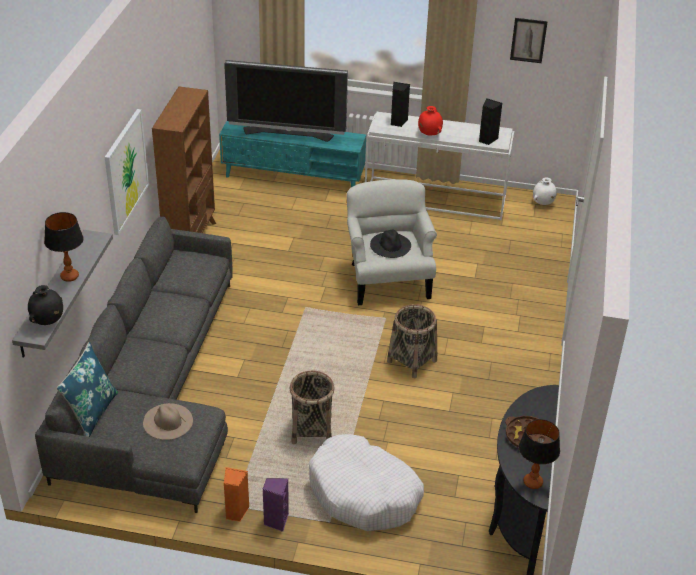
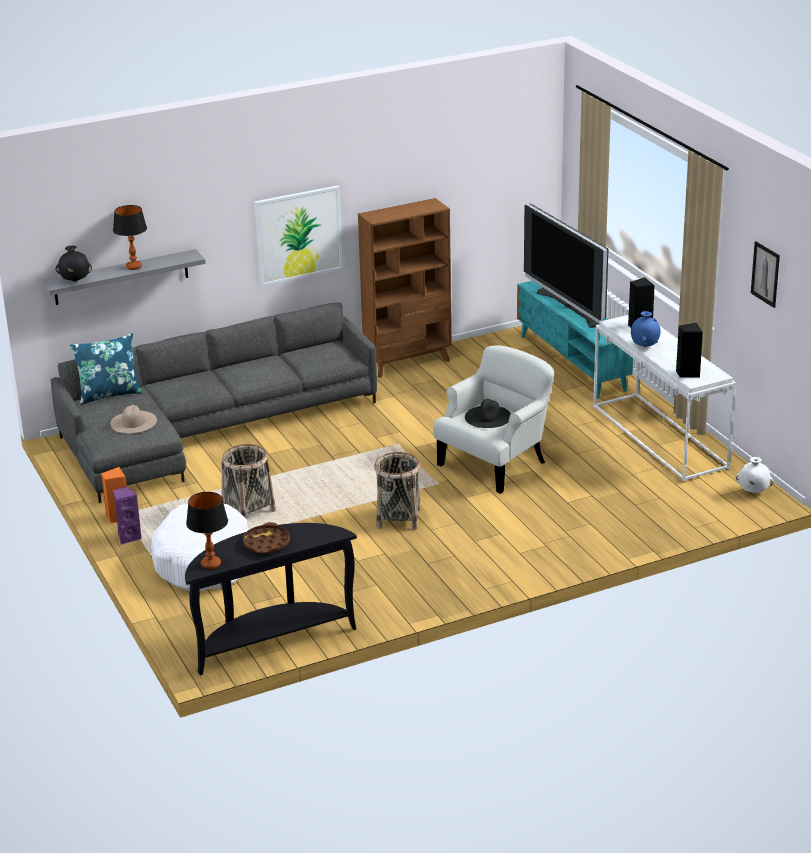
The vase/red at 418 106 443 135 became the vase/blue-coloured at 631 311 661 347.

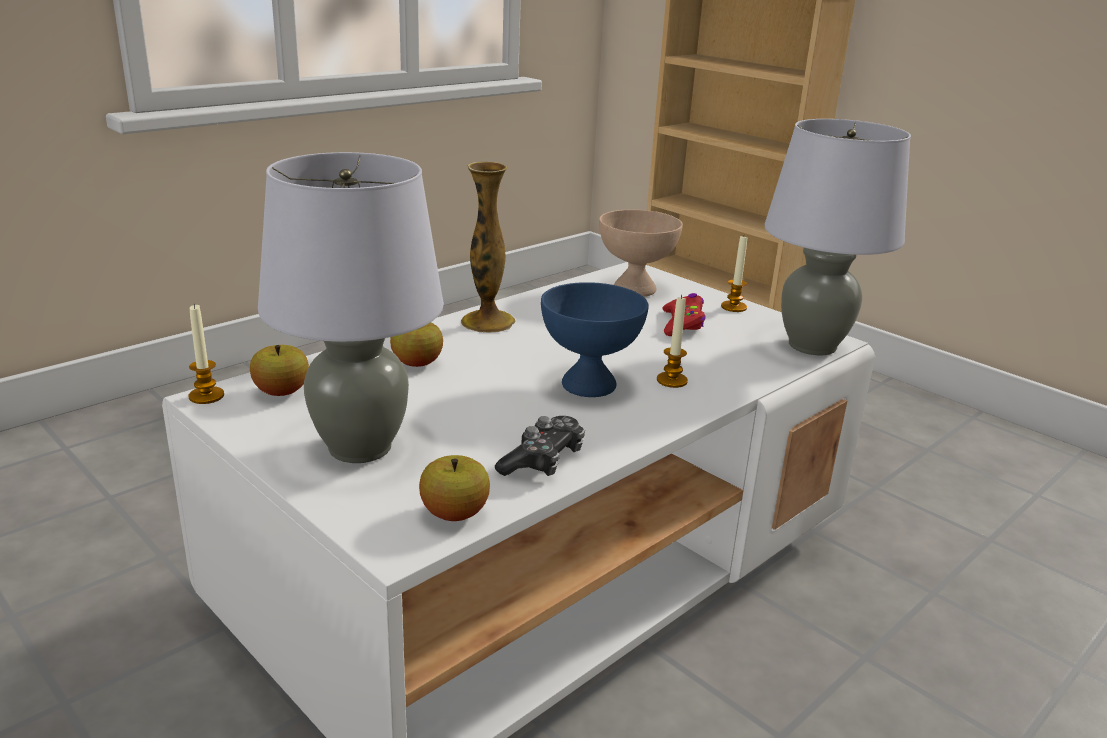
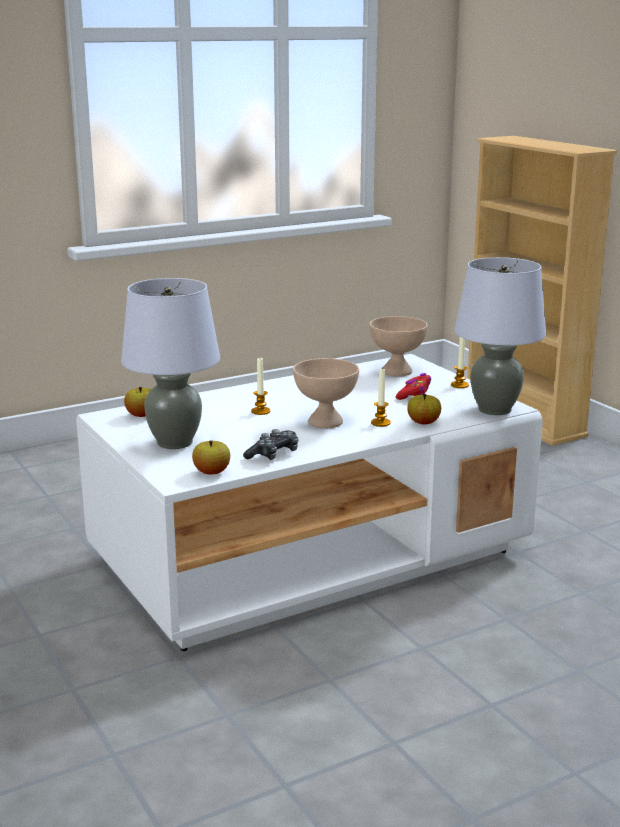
The wax candle moved from 189 304 224 404 to 251 358 271 415.
The bowl/blue-coloured at 541 282 648 397 became the bowl/beige at 293 358 359 428.
The apple fruit moved from 390 322 443 367 to 407 394 441 425.
The vase at 461 162 515 333 disappeared.

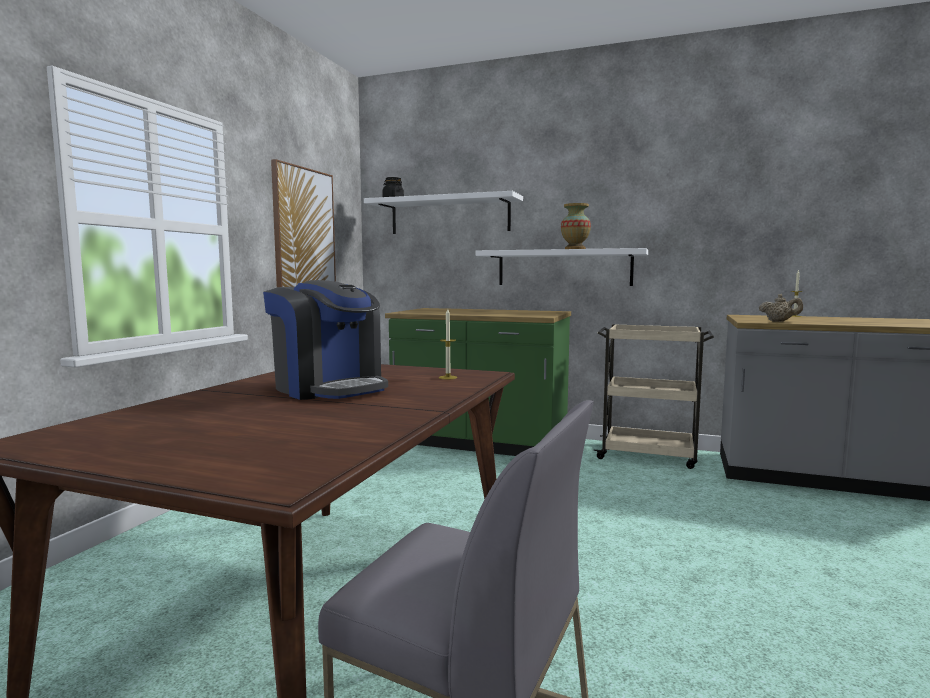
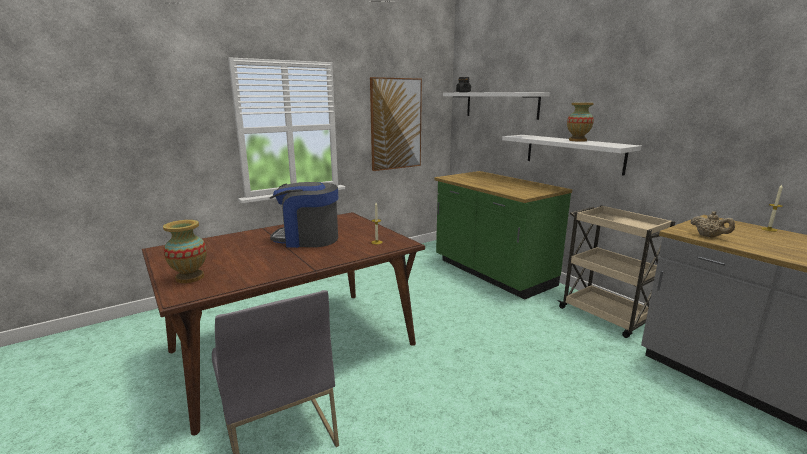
The vase at 163 220 207 283 appeared.
The coffee machine at 263 280 388 400 turned 105 degrees clockwise.

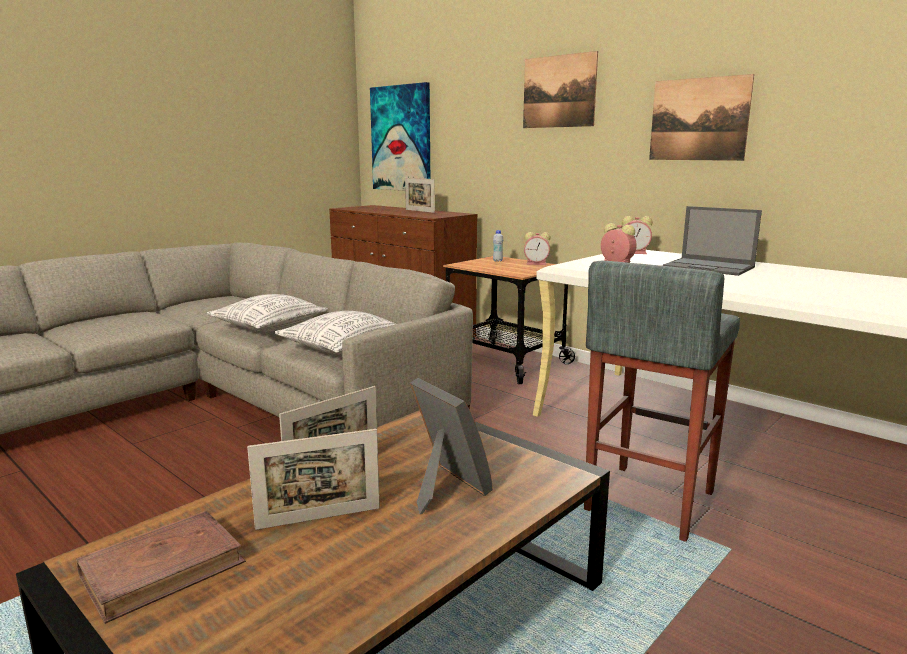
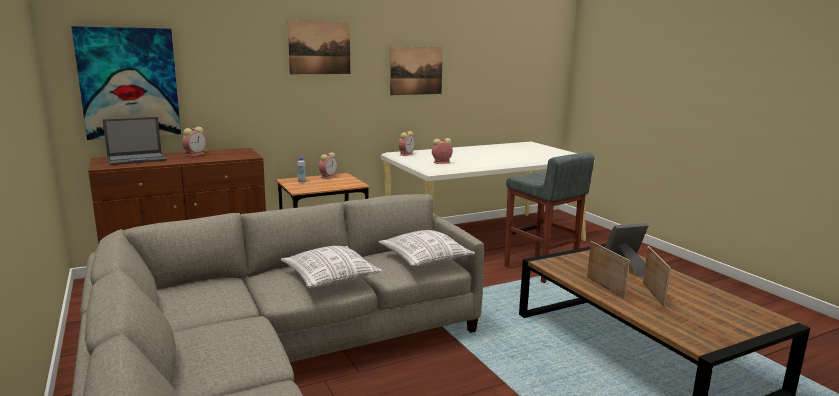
The notebook computer moved from 663 206 762 276 to 103 117 167 165.
The photo frame at 405 178 435 213 was replaced by the alarm clock at 182 127 206 157.
The volume/brown at 76 511 246 624 disappeared.

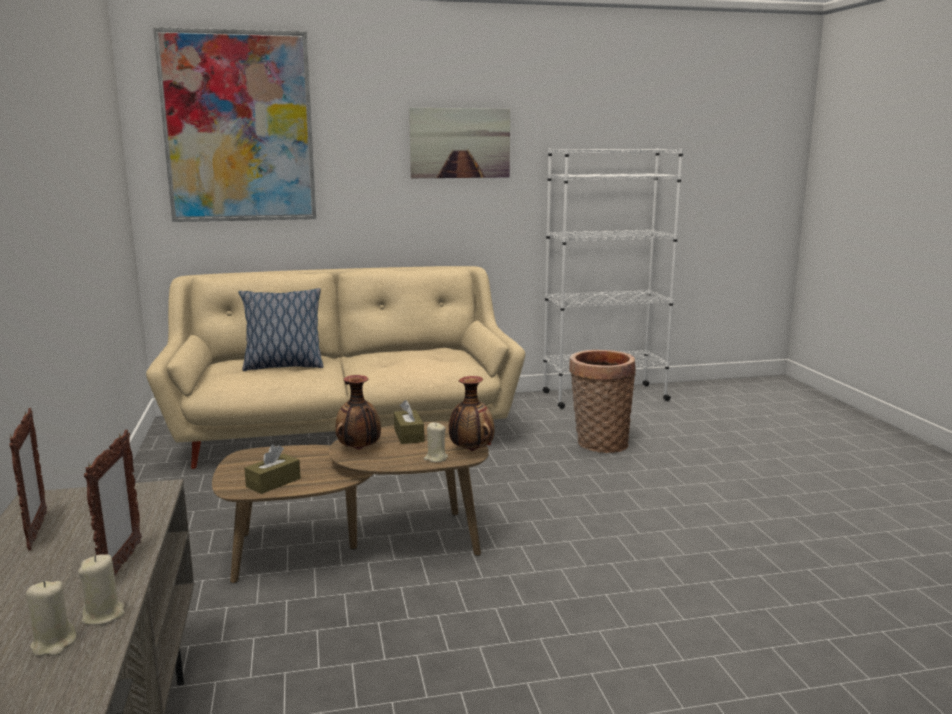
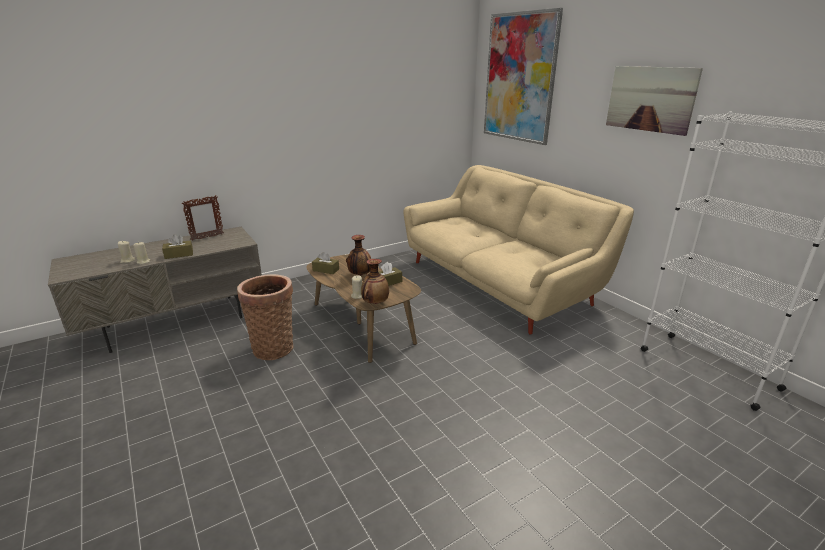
The photo frame at 84 430 142 576 was replaced by the box of tissues/brown at 162 234 193 259.
The basket moved from 569 350 636 453 to 237 274 293 360.
The pillow at 239 288 324 371 disappeared.

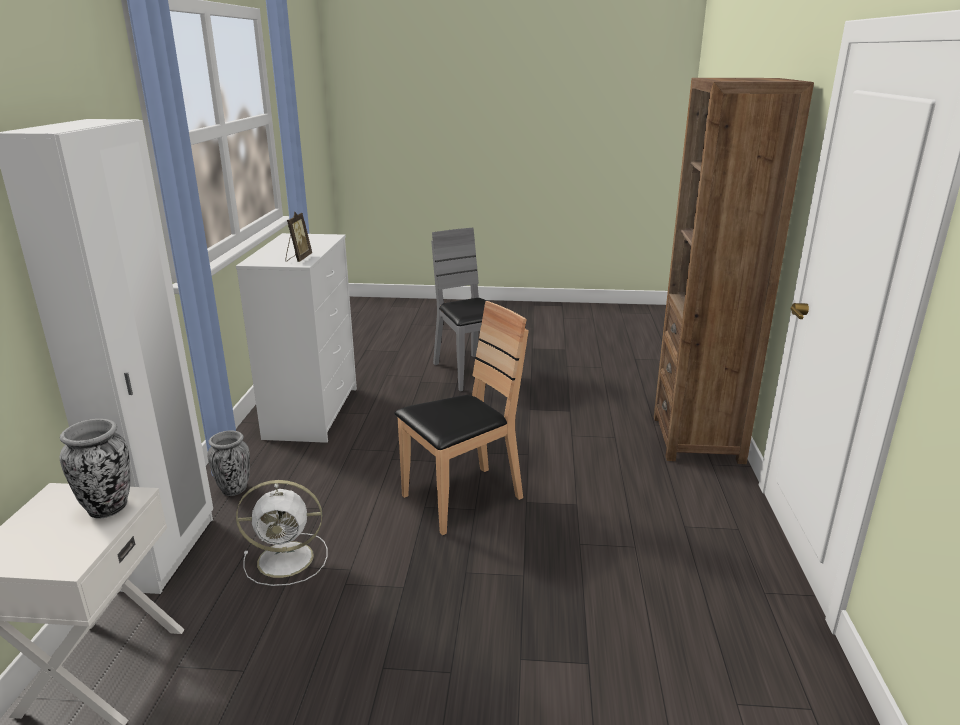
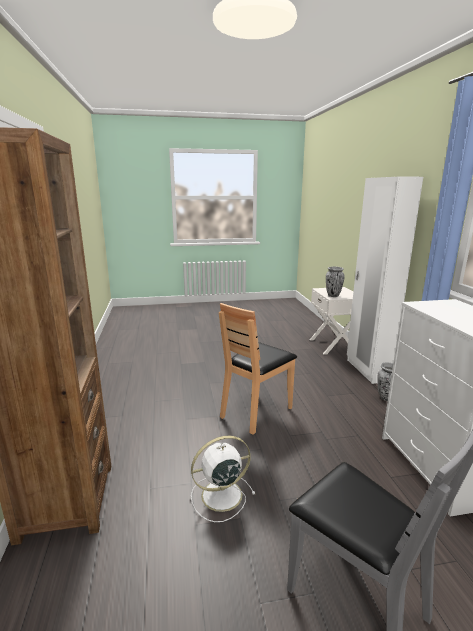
The electric fan/white-coloured moved from 236 480 328 586 to 191 436 255 522.
The photo frame at 285 212 312 262 disappeared.

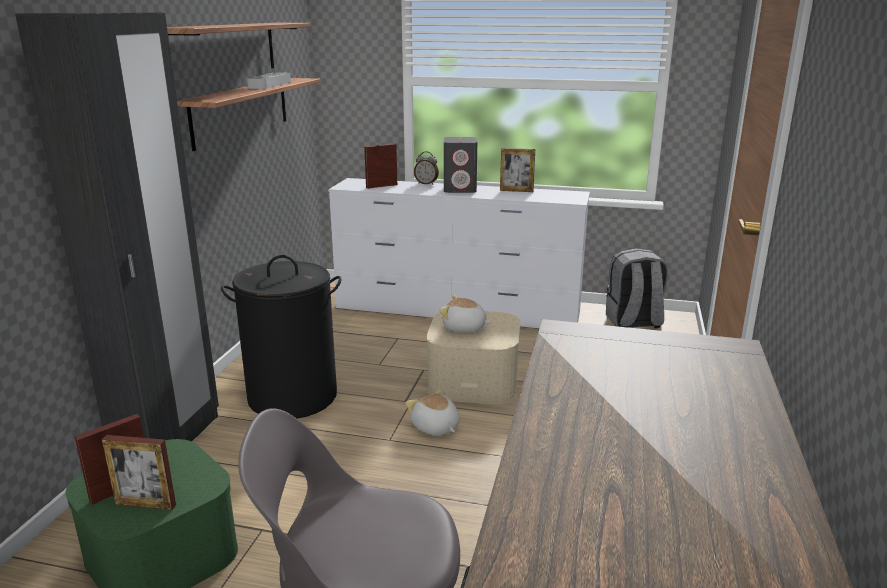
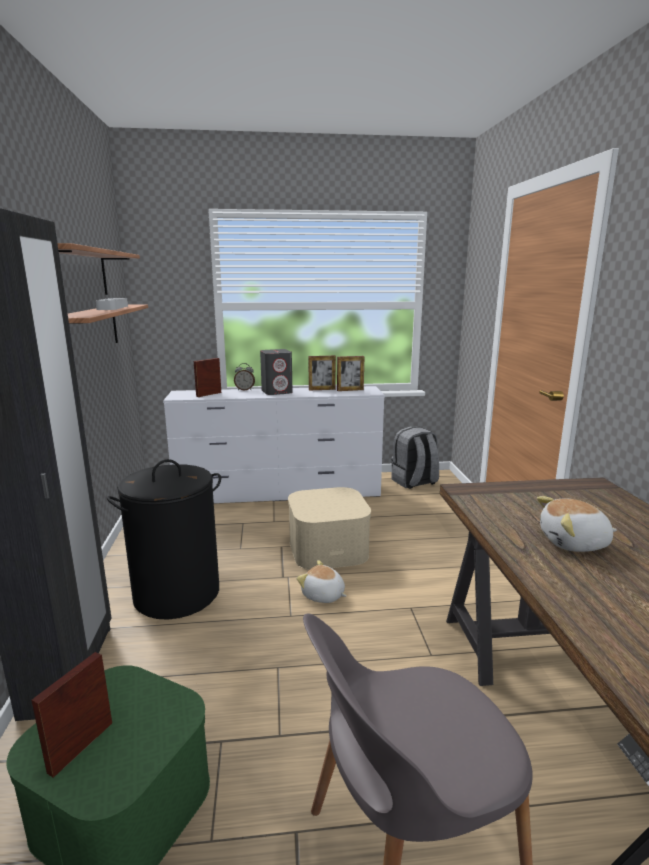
The photo frame moved from 102 435 176 510 to 337 356 364 391.
The plush toy moved from 439 295 491 332 to 537 496 617 552.

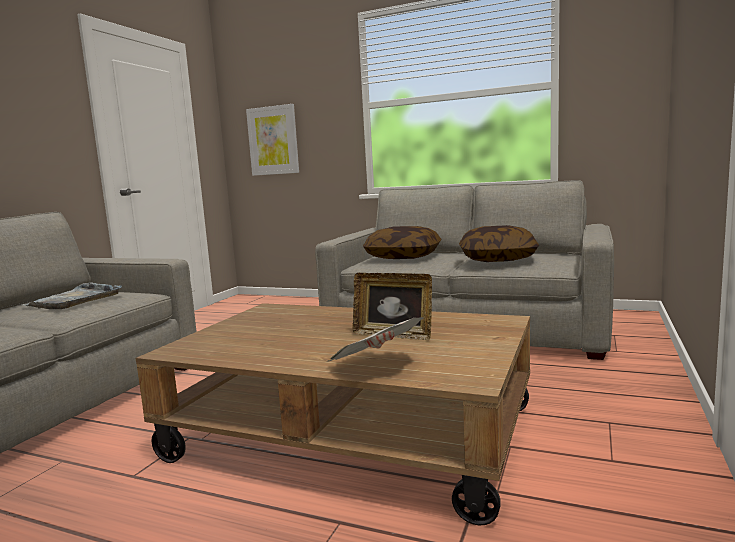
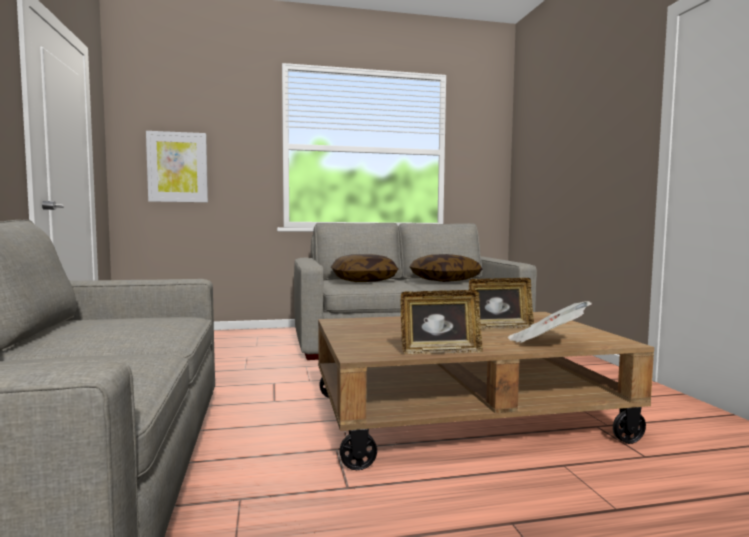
The photo frame at 401 290 483 354 appeared.
The serving tray/gray at 23 282 122 309 disappeared.

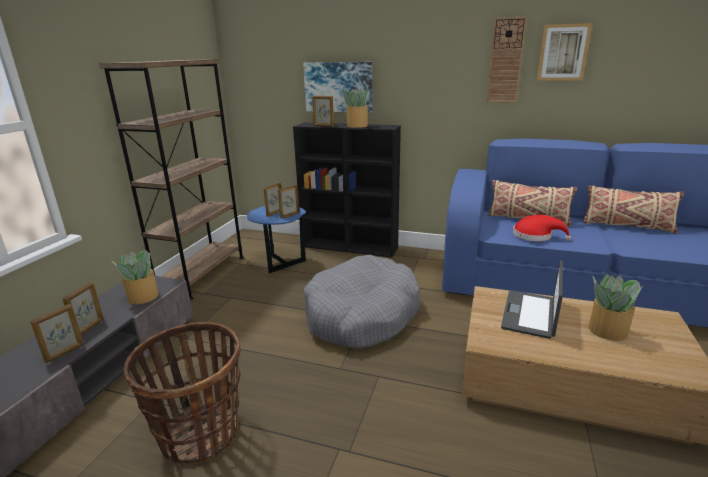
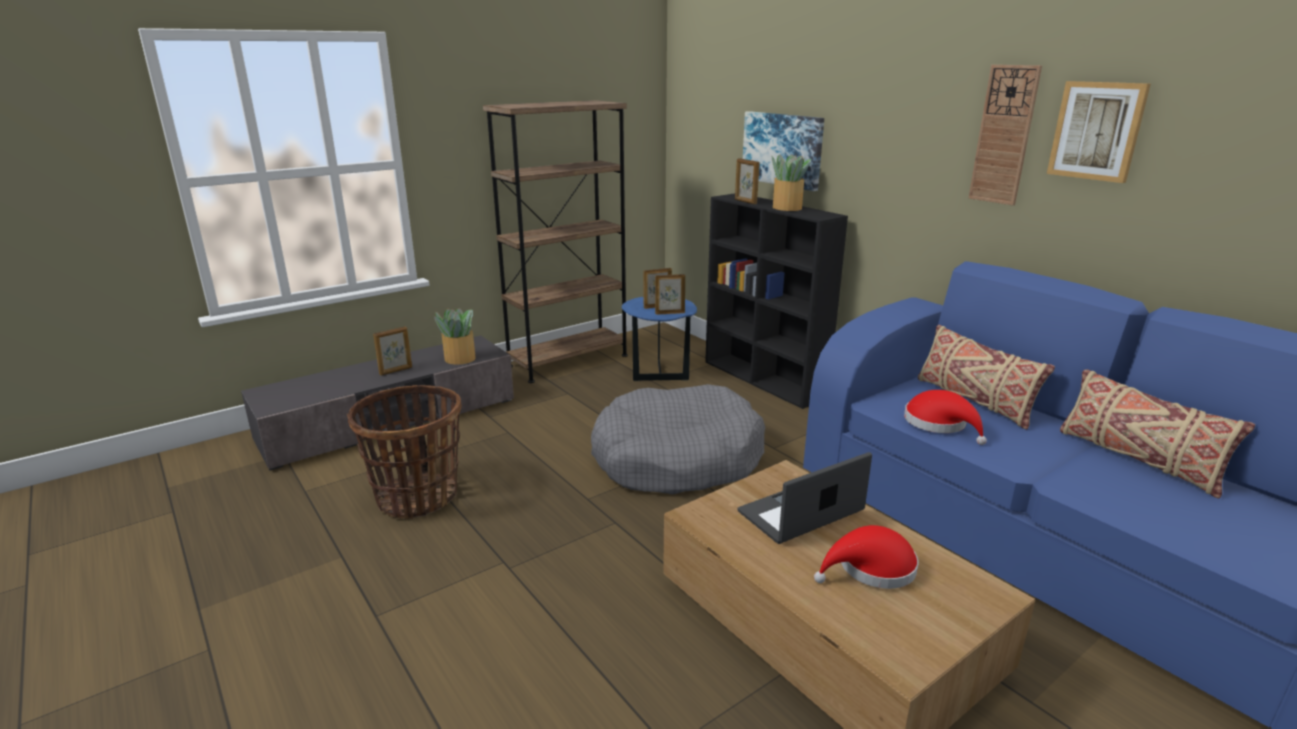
The plant in a pot at 589 274 643 341 was replaced by the wearable hat/red at 814 525 918 589.
The photo frame at 30 304 84 363 disappeared.

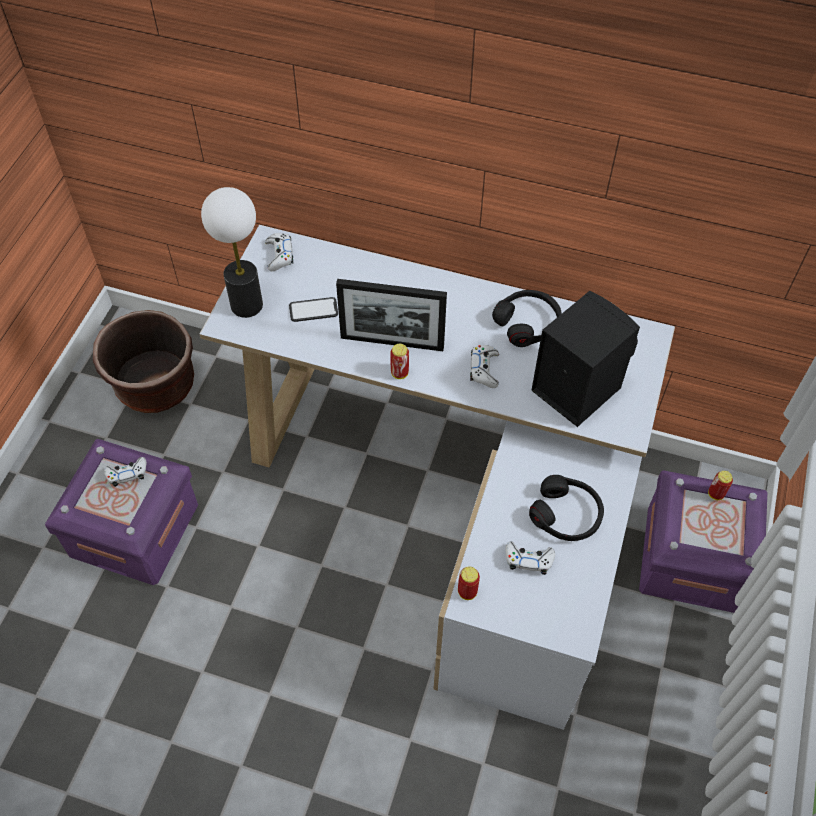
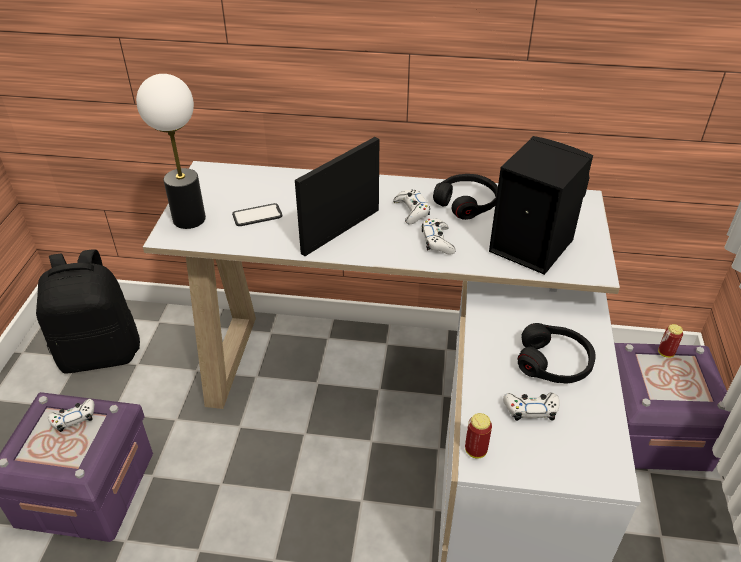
The planter/brown at 93 310 194 413 was replaced by the backpack/blackish at 36 249 140 373.
The photo frame at 336 279 447 351 turned 135 degrees clockwise.
The game controller/white-coloured moved from 265 233 293 271 to 393 190 430 224.
The can at 390 344 409 379 disappeared.

